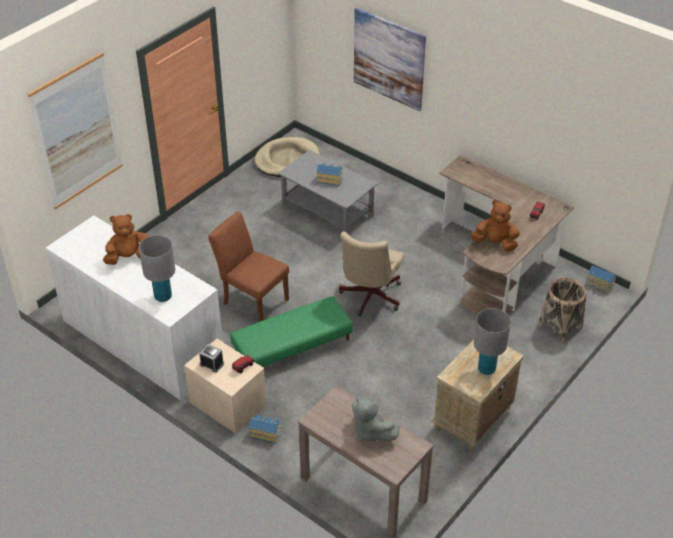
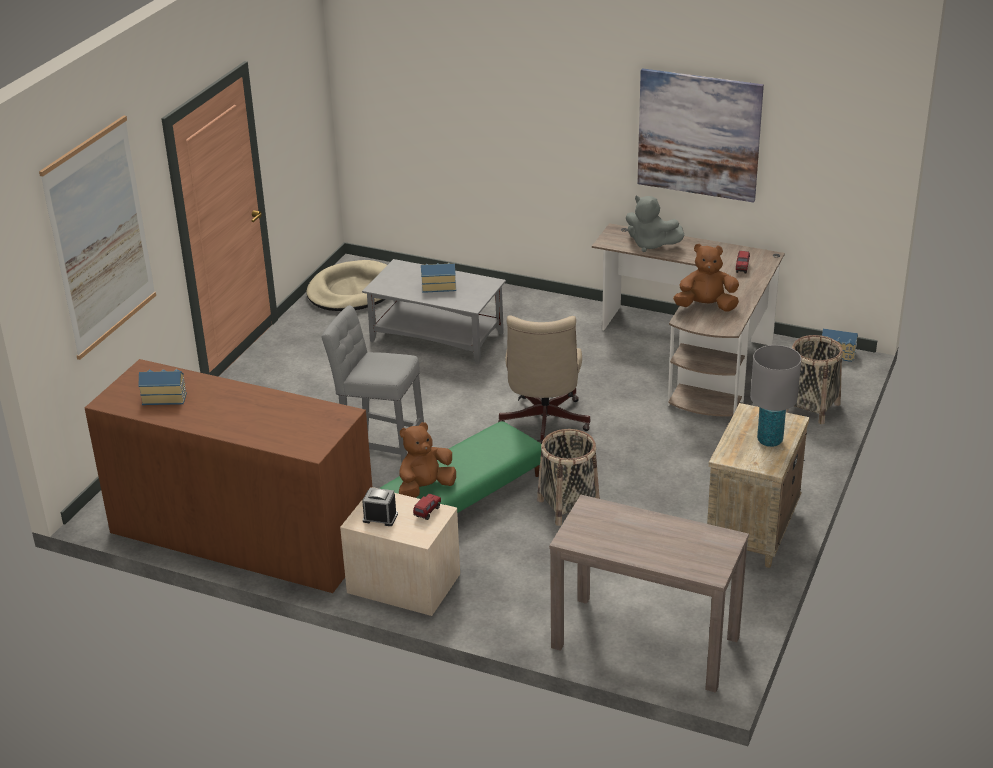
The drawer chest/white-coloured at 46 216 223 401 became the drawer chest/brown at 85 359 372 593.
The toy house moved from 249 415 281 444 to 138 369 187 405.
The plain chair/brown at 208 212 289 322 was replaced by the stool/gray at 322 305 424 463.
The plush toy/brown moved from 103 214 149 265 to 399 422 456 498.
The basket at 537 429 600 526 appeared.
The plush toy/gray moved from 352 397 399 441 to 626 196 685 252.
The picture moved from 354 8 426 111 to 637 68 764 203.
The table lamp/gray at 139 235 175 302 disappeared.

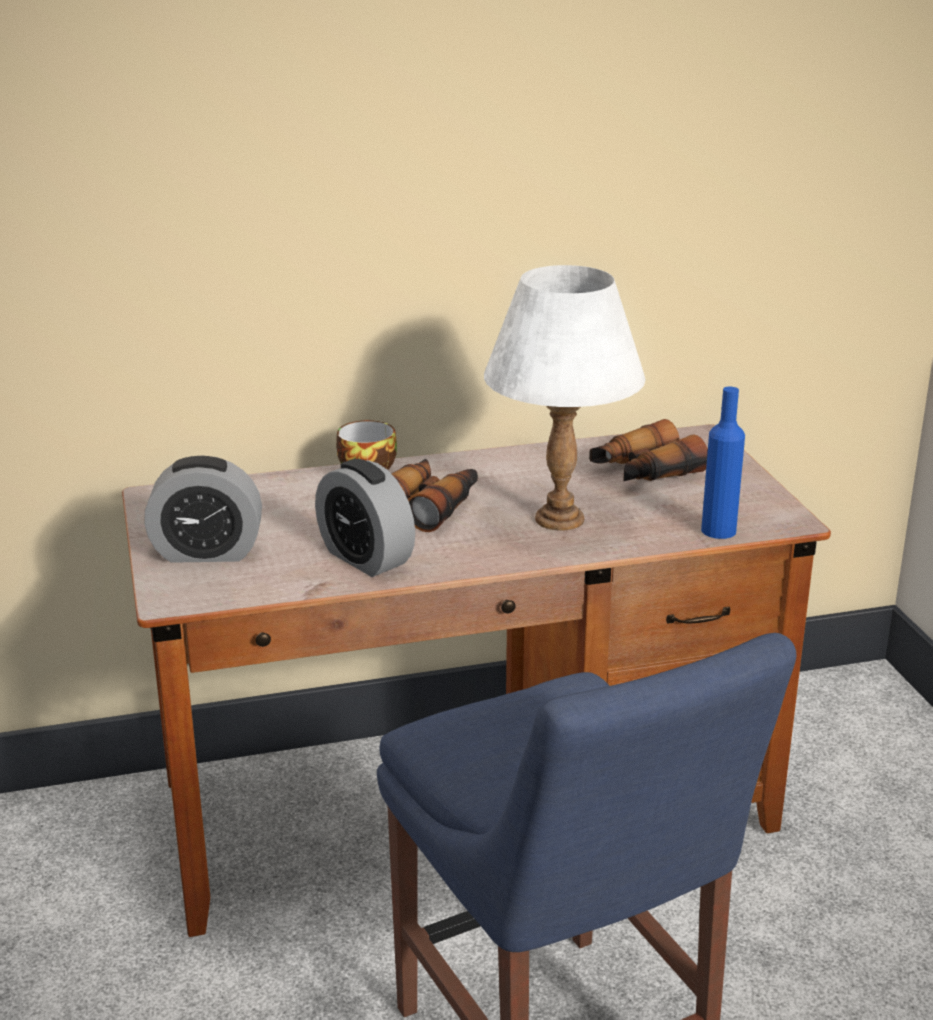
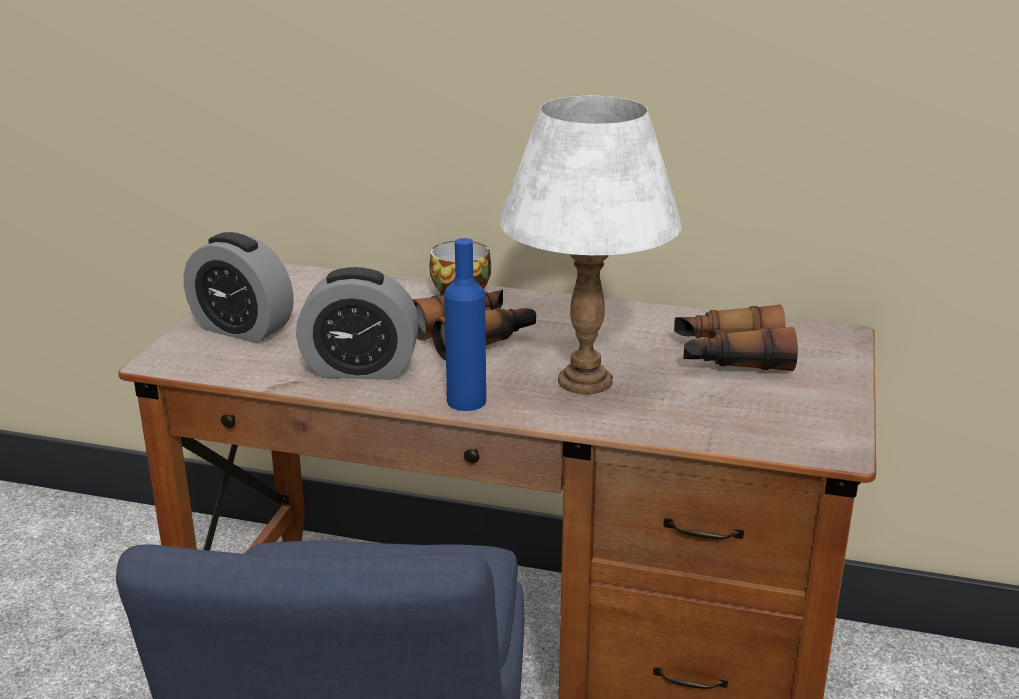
The alarm clock at 315 459 415 577 turned 75 degrees counterclockwise.
The bottle/blue-coloured moved from 701 387 745 539 to 444 238 486 411.

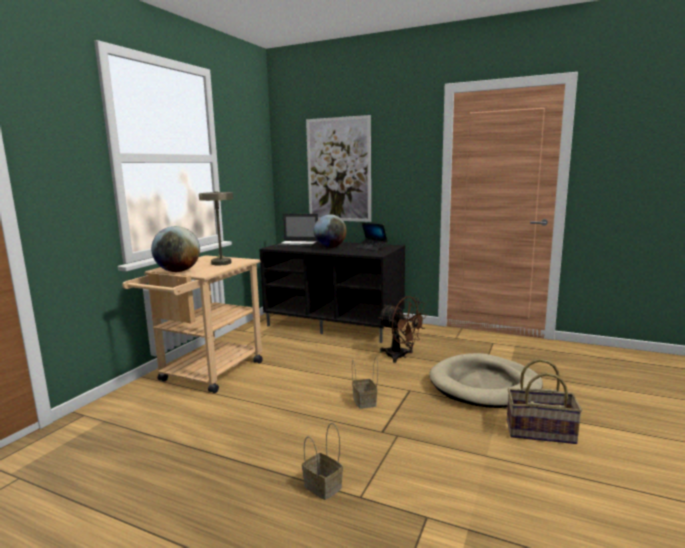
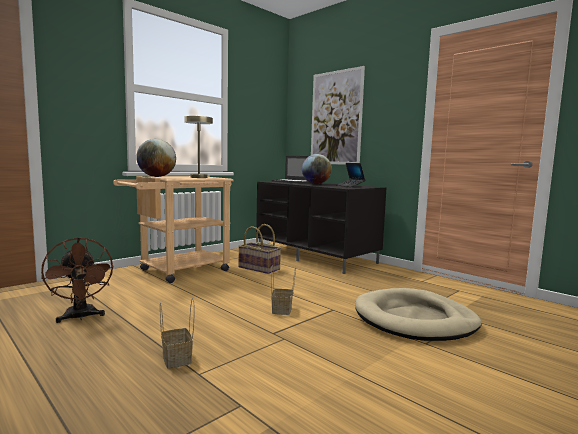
The electric fan/brown moved from 378 296 427 363 to 41 237 114 323.
The basket moved from 507 359 582 444 to 238 224 281 274.

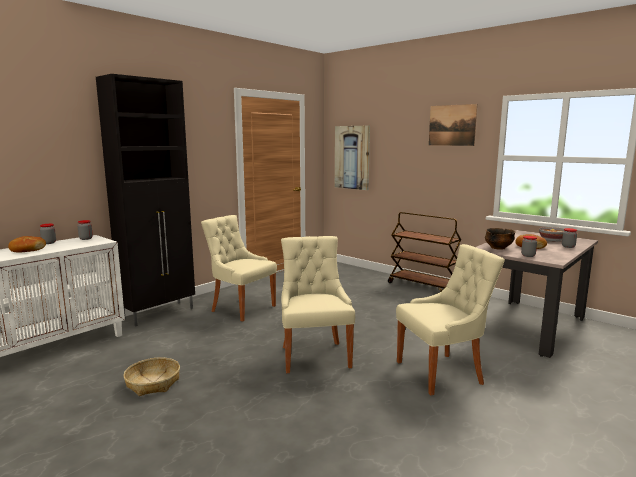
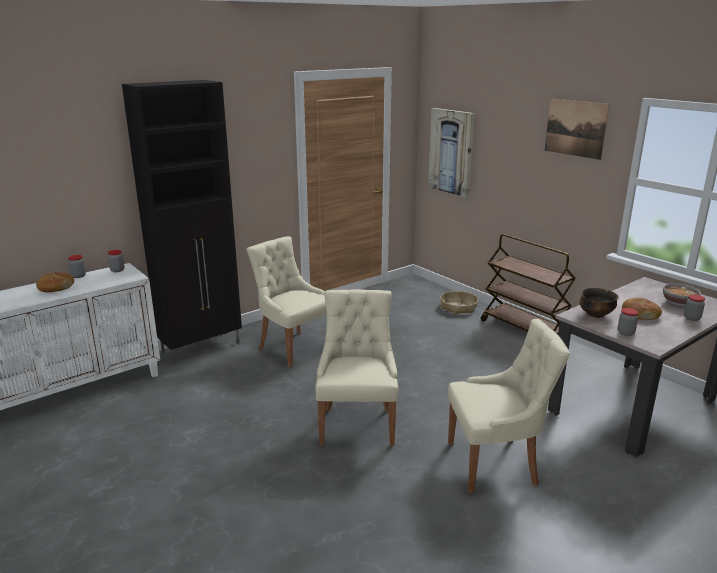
The basket moved from 123 357 180 396 to 440 291 478 314.

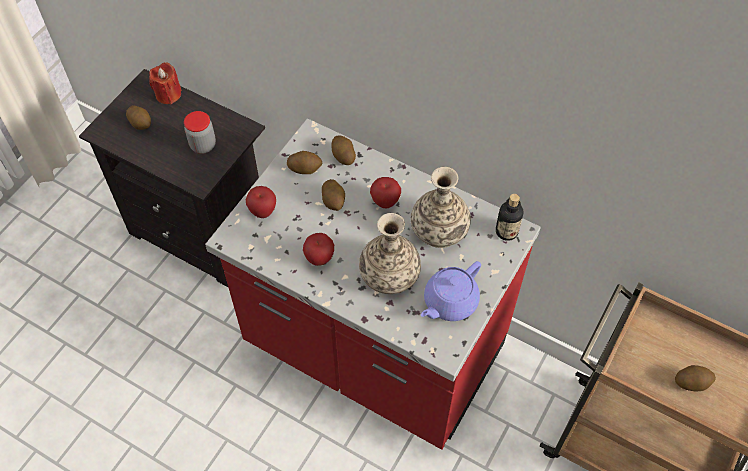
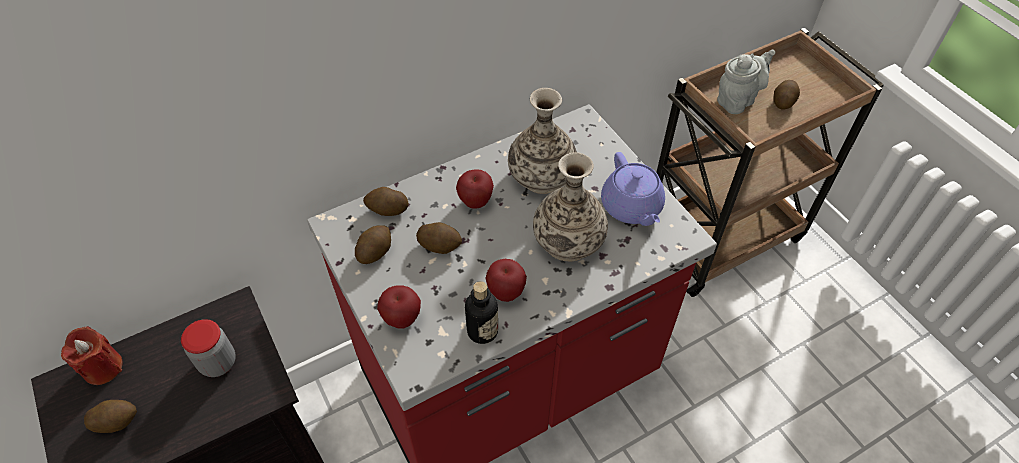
The bottle moved from 496 194 523 241 to 465 281 498 344.
The teapot/gray at 717 50 775 114 appeared.

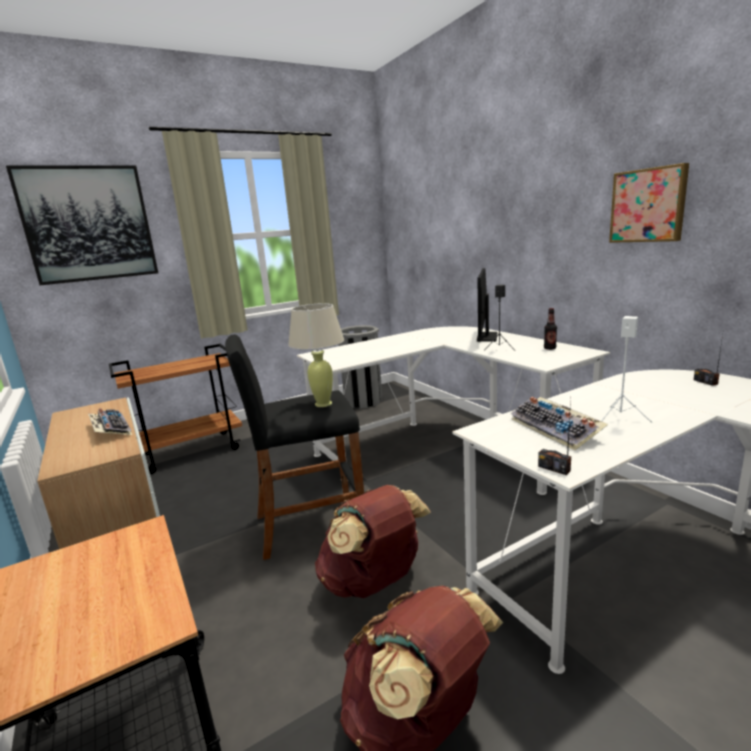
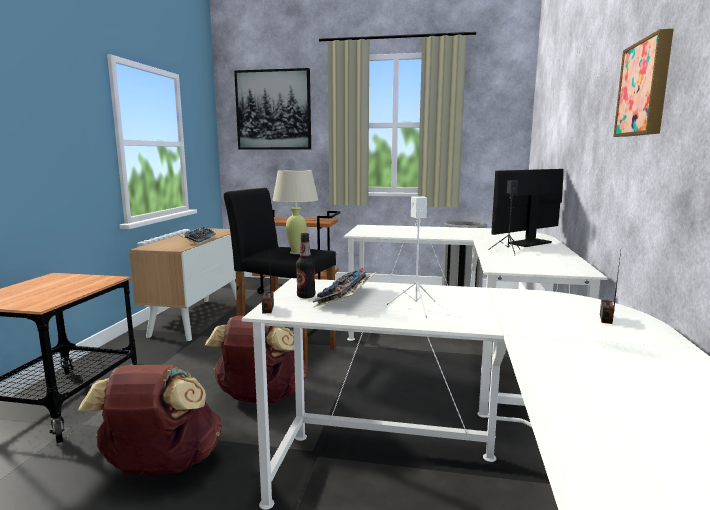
The bottle moved from 544 308 557 350 to 296 233 315 298.

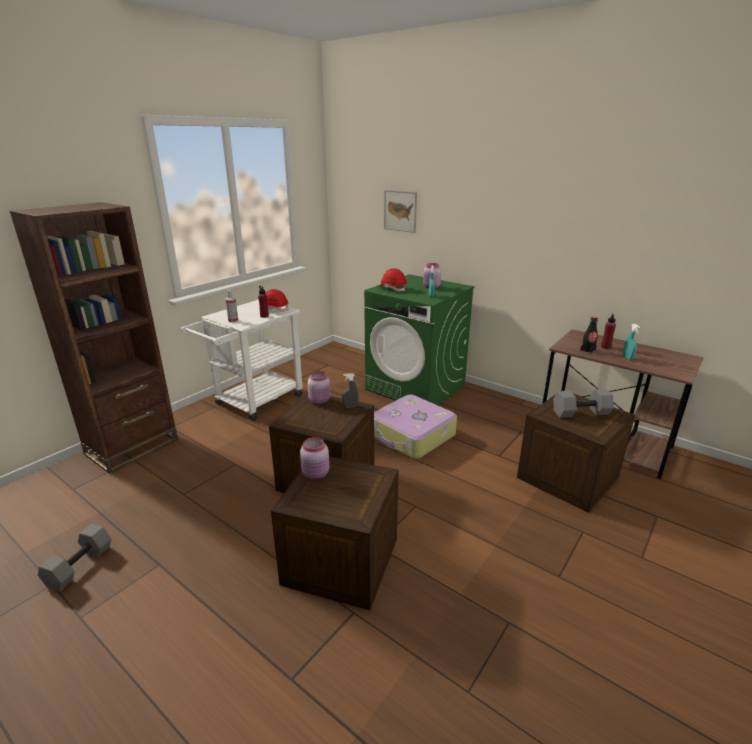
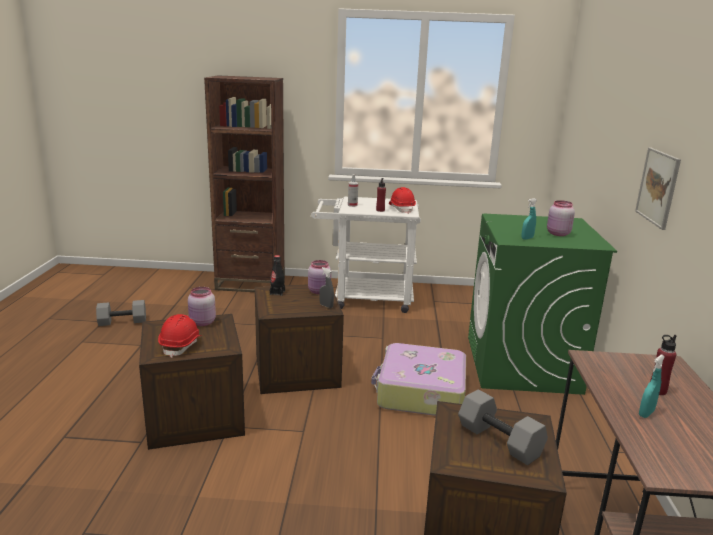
The work helmet/red moved from 378 268 407 291 to 158 314 201 358.
The bottle/blackish moved from 580 317 598 354 to 270 255 285 296.
The picture moved from 384 190 417 233 to 635 147 681 230.

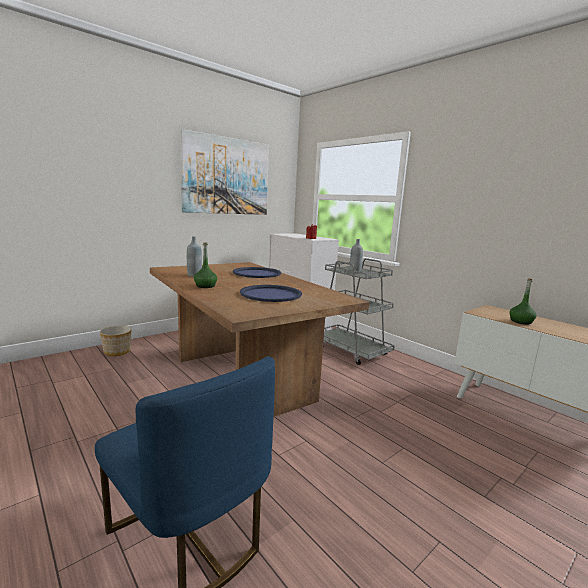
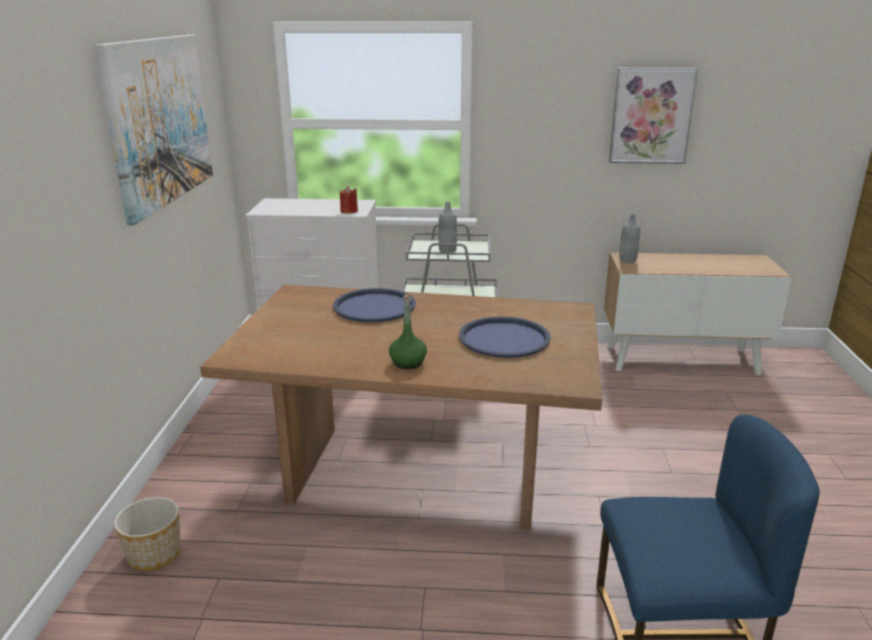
The picture at 609 68 698 164 appeared.
The bottle/gray moved from 187 236 202 277 to 619 213 640 263.
The bottle/green at 509 278 537 324 disappeared.

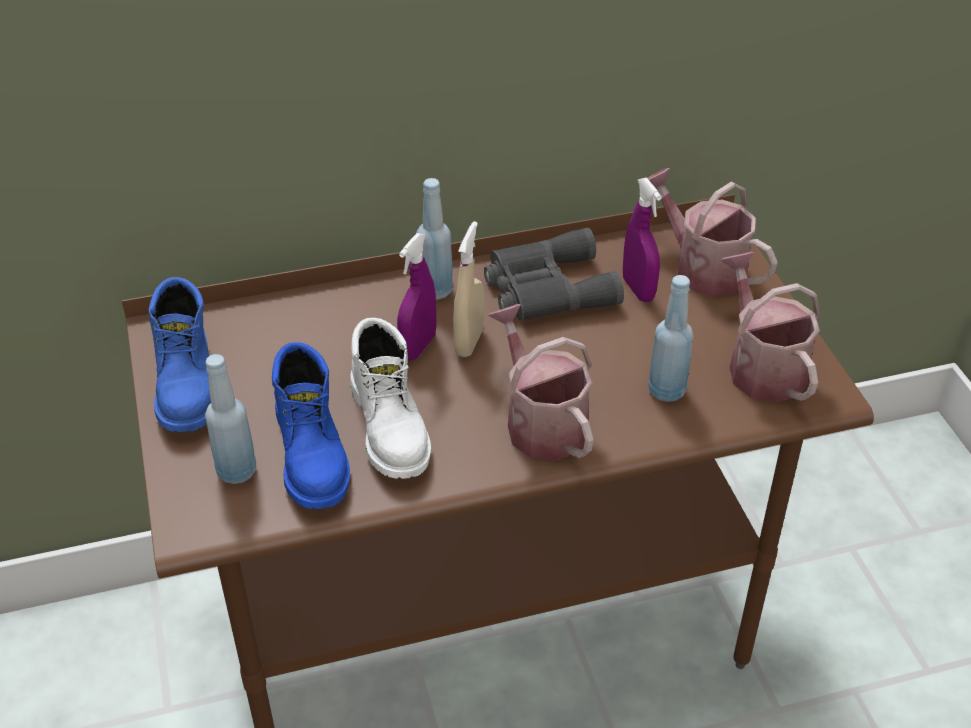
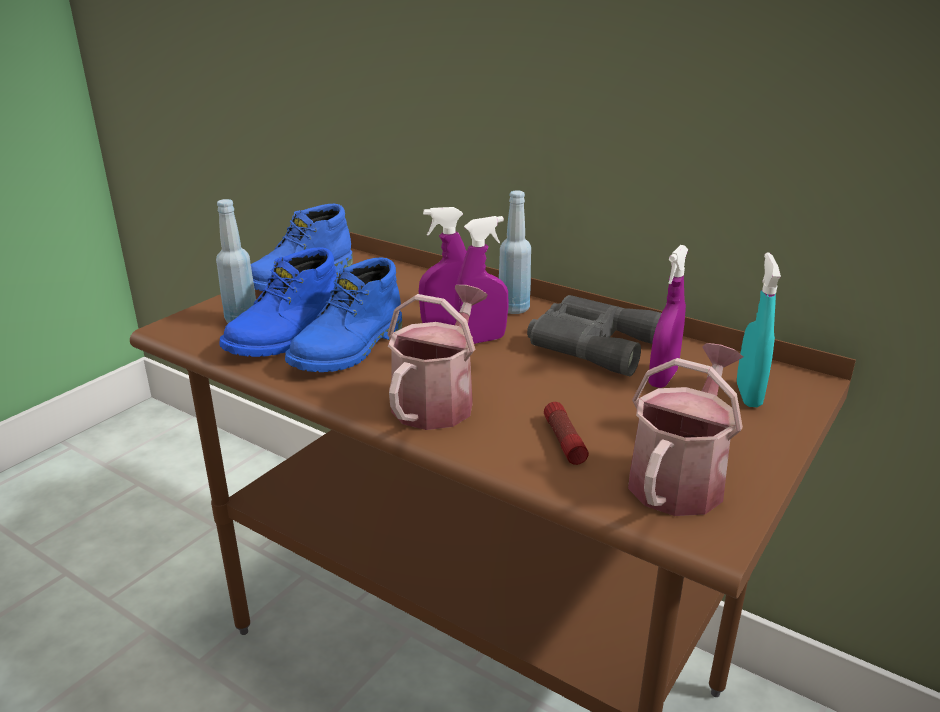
The boot/white-coloured at 350 318 431 479 became the boot/blue-coloured at 285 257 402 372.
The sprayer/beige at 453 221 484 357 became the sprayer/purplish at 454 216 508 344.
The bottle/blue-coloured at 648 275 693 402 was replaced by the torch at 544 402 589 465.
The watering can at 647 168 778 296 was replaced by the sprayer/turquoise at 737 252 781 407.

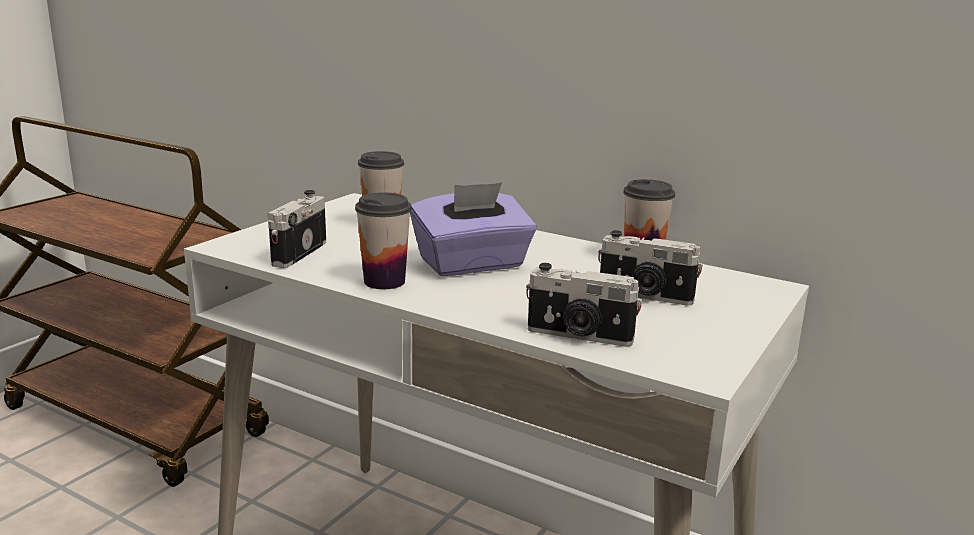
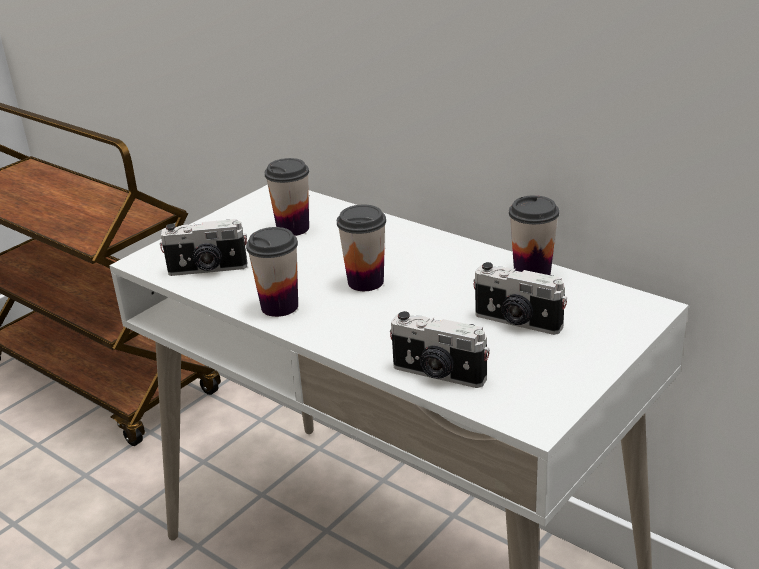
The still camera at 268 190 326 268 turned 120 degrees counterclockwise.
The box of tissues/purplish at 410 182 537 276 was replaced by the cup at 337 205 386 291.

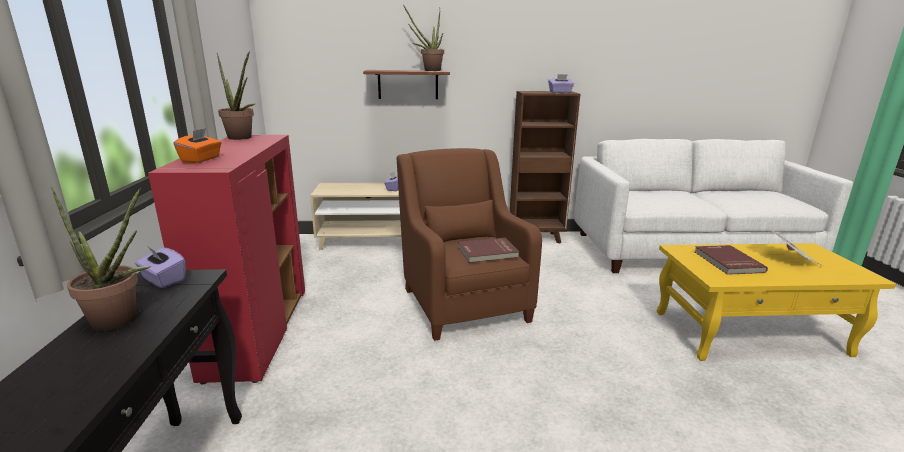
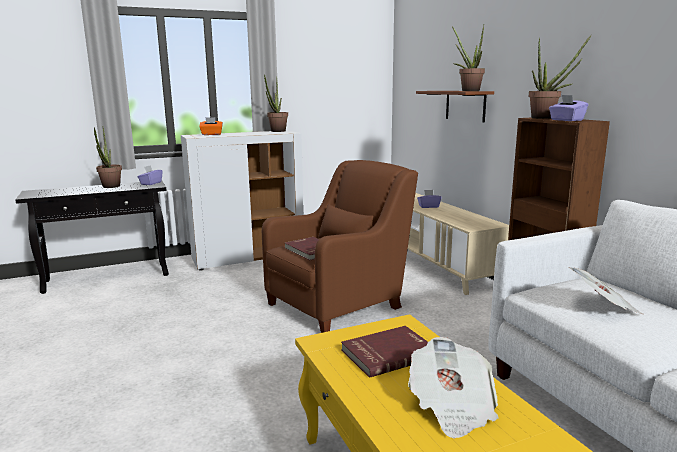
The storage cabinet/red at 148 135 305 384 became the storage cabinet/white-coloured at 181 130 304 271.
The plant in a pot at 529 34 592 119 appeared.
The daily paper at 569 267 643 314 appeared.

